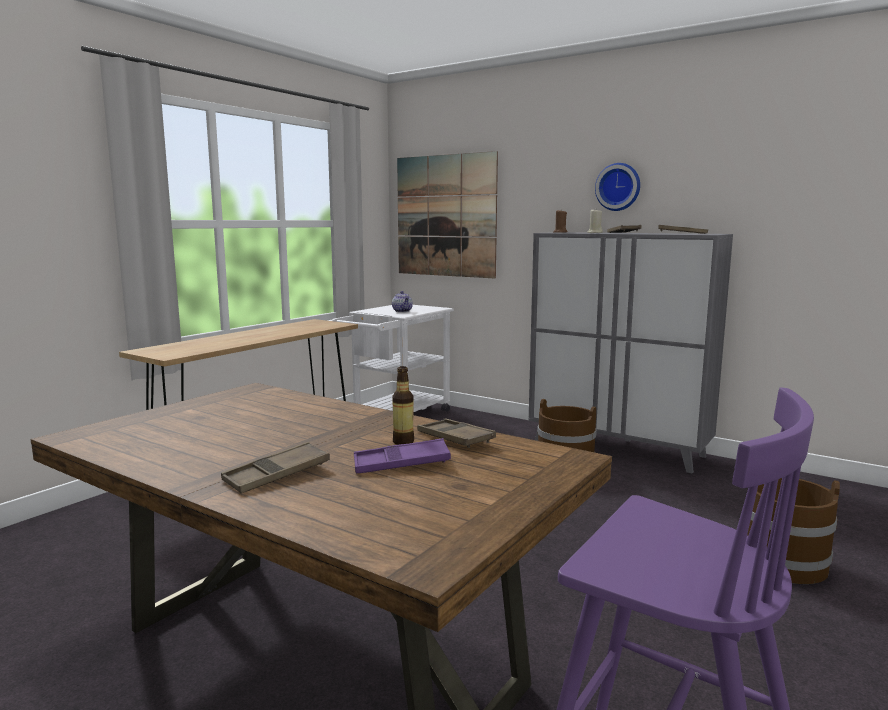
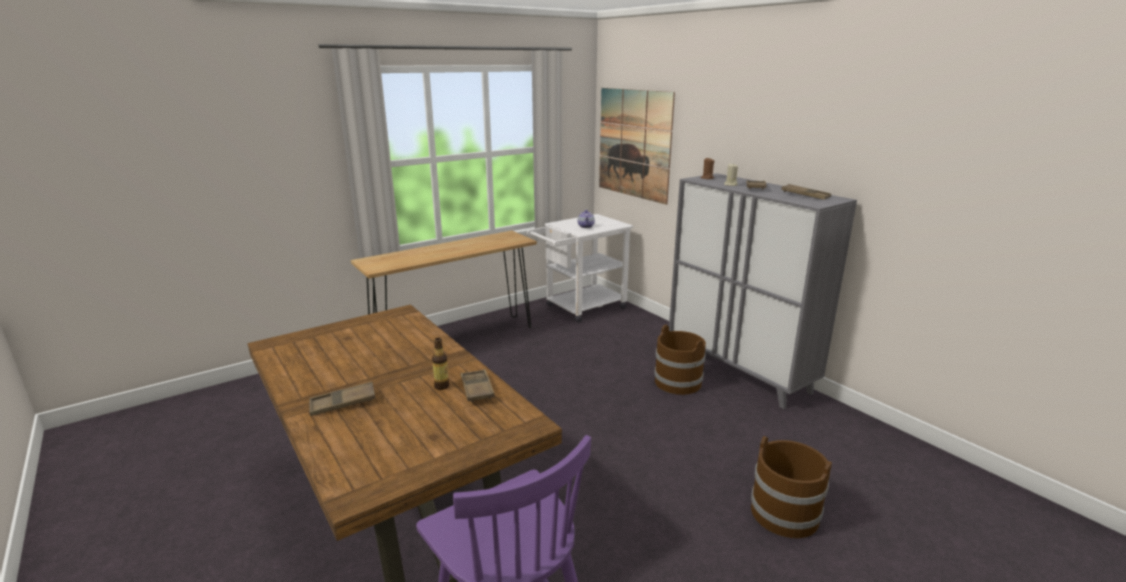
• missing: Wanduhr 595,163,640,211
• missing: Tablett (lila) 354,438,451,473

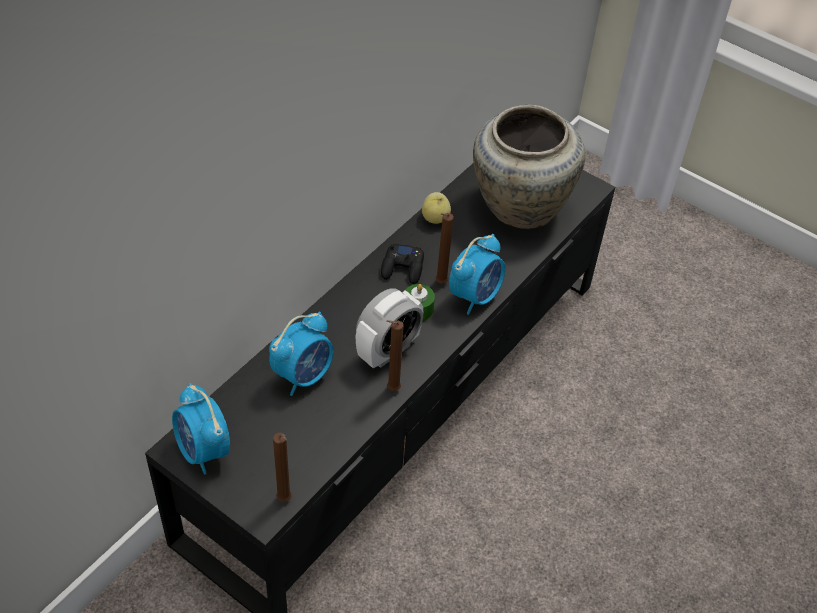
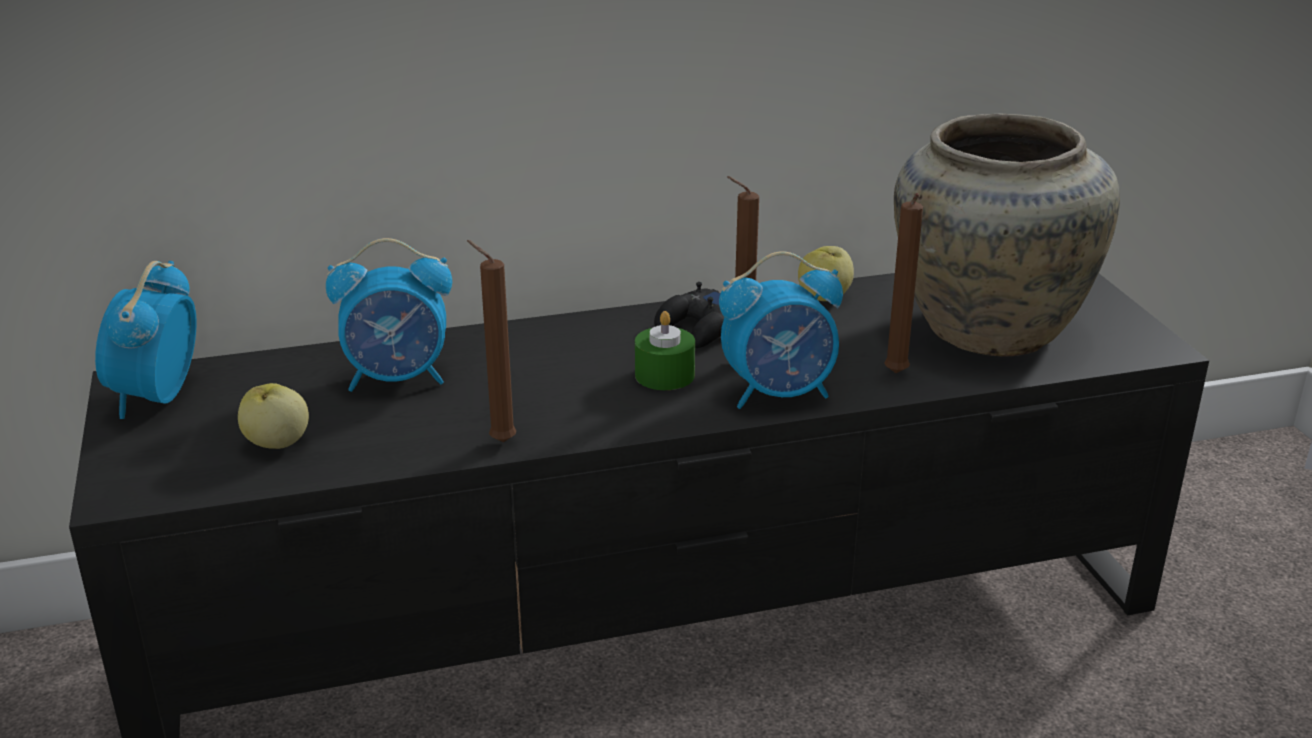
• missing: Wecker 356,289,423,368
• relocated: Kerze (braun) 273,433,292,502 to 884,193,923,373
• appeared: Apfel 238,383,309,449

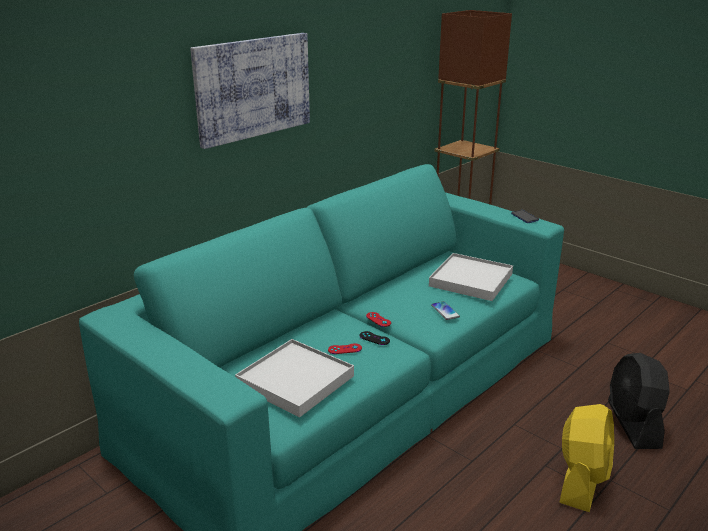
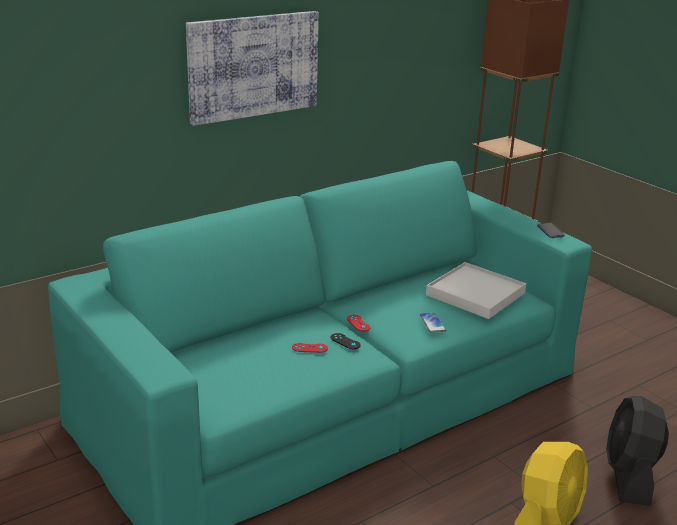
• missing: Tablett (weiß) 235,339,354,418

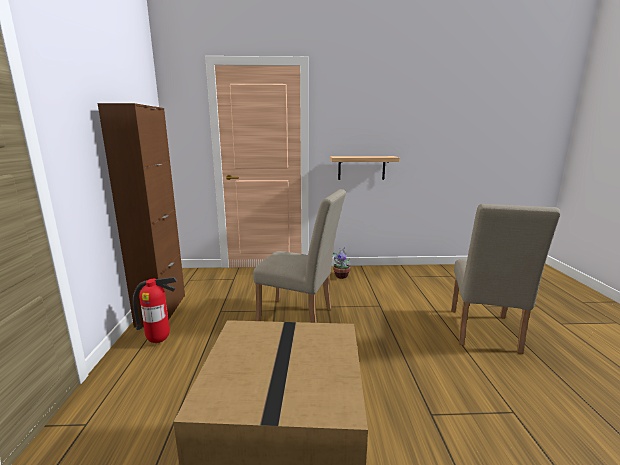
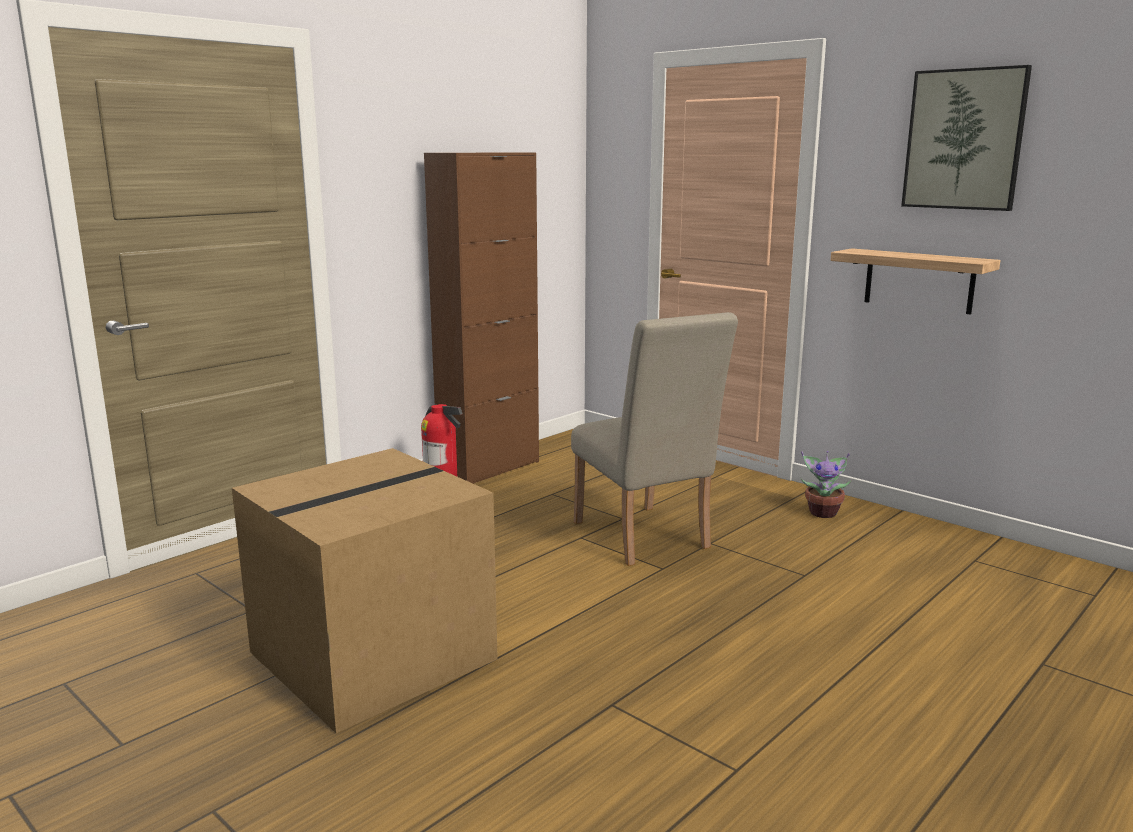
• missing: Stuhl (beige) 451,204,560,354
• appeared: Bild 901,65,1032,211

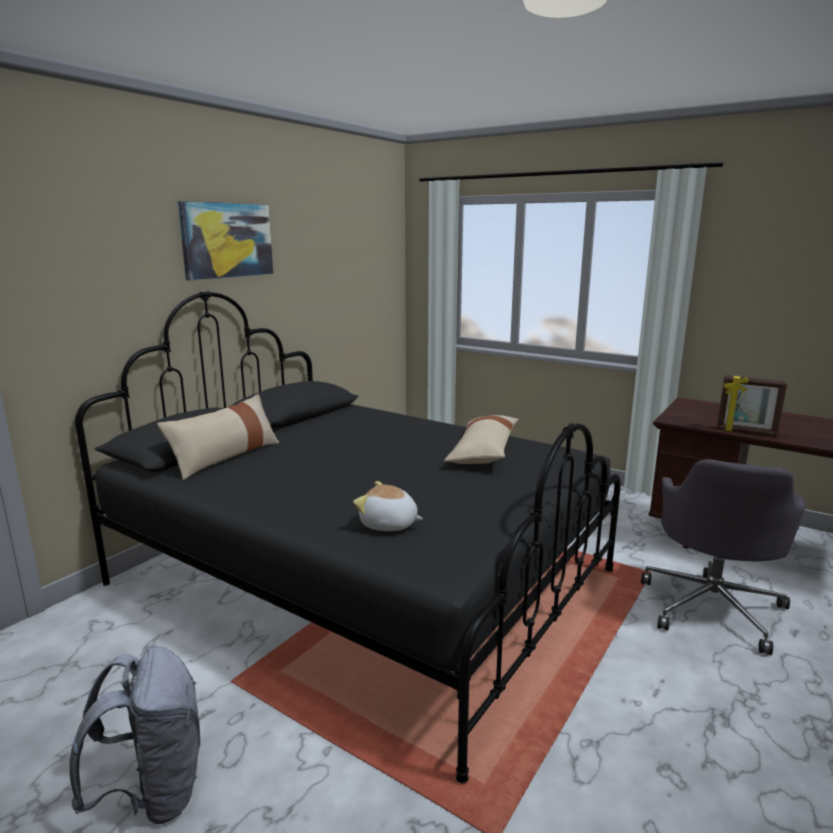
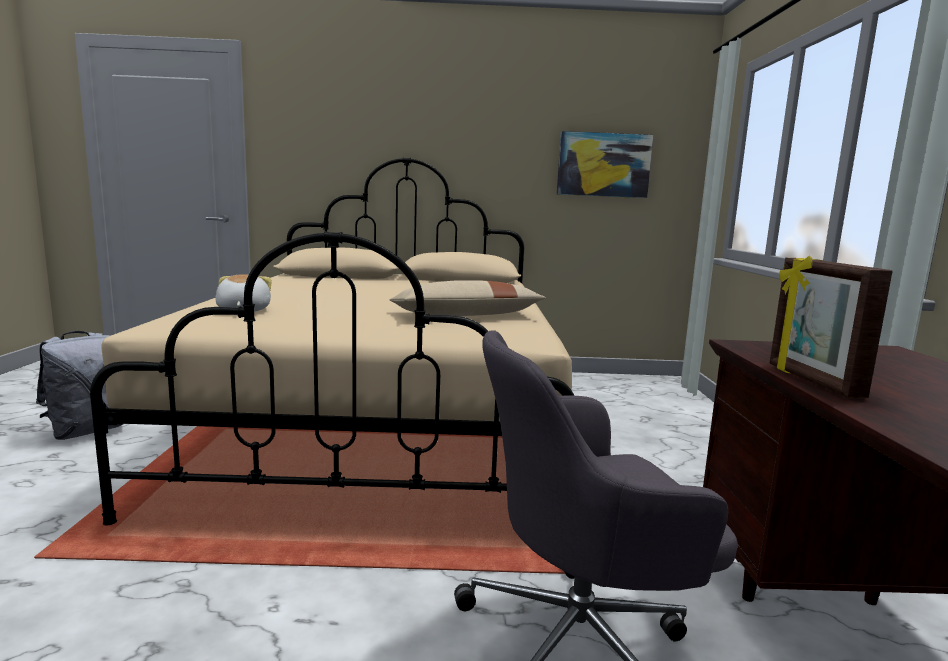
• relocated: Bild 178,201,273,280 to 557,131,653,198
• colour: Bett (schwarz) 75,291,621,783 to Bett (beige) 90,158,574,525
• missing: Kissen (beige) 157,394,280,480

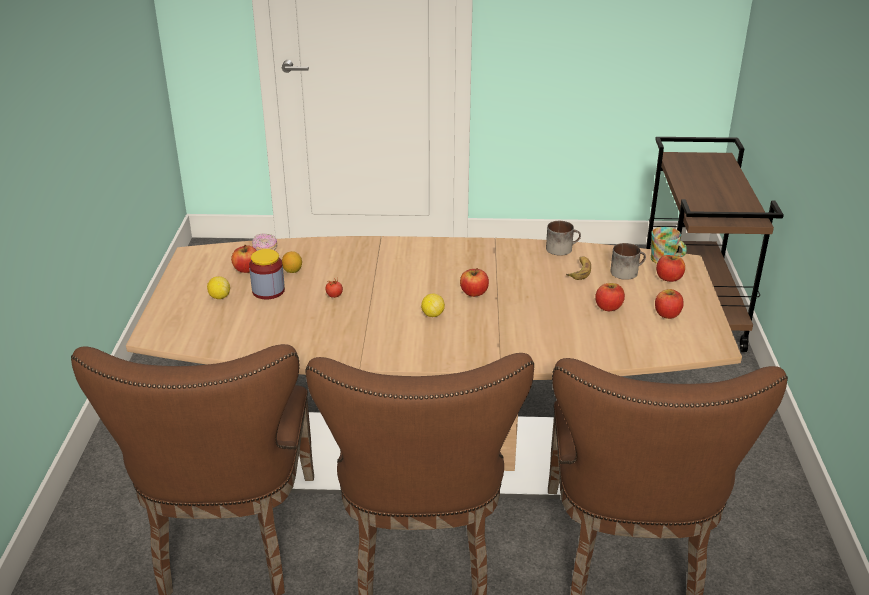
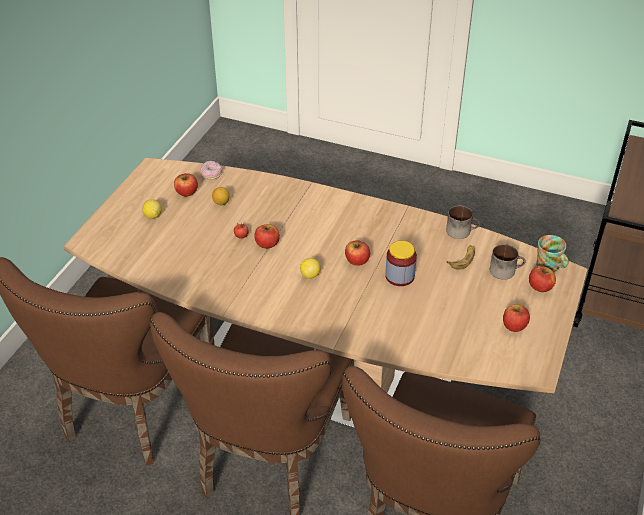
• relocated: Vorratsglas 249,249,285,299 to 385,241,417,286
• relocated: Apfel 595,283,625,311 to 254,224,280,248

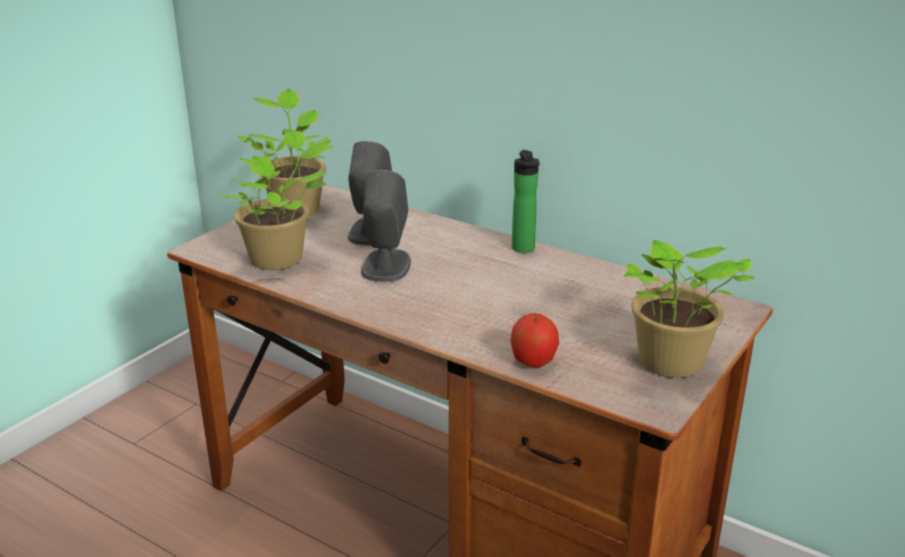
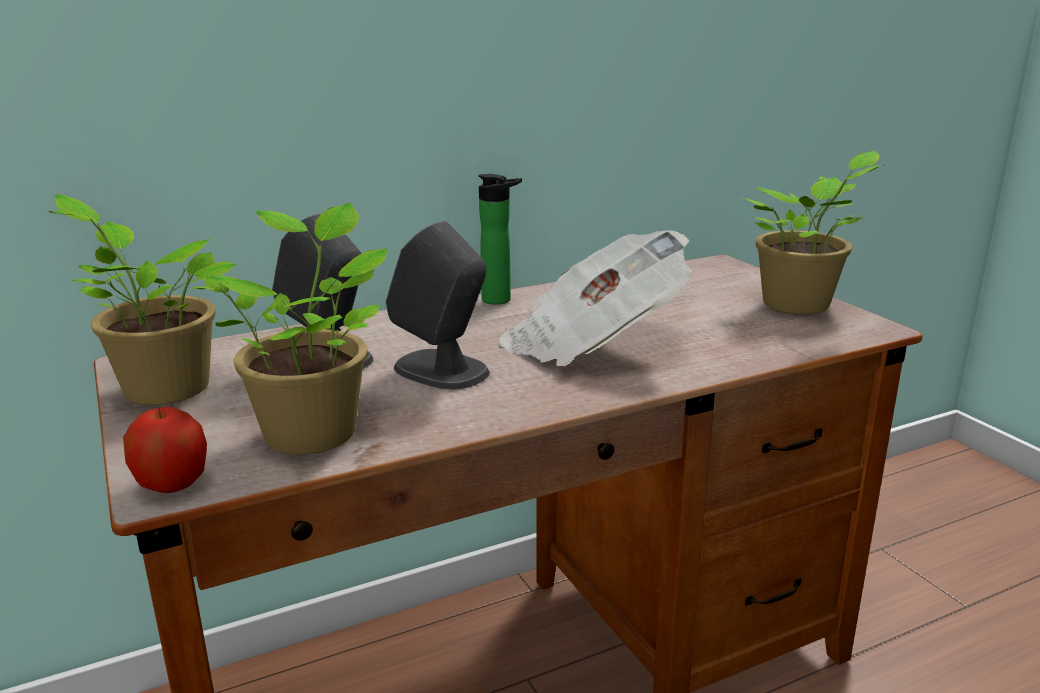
• relocated: Apfel 511,313,559,368 to 123,407,207,493
• appeared: Zeitung 499,230,692,366

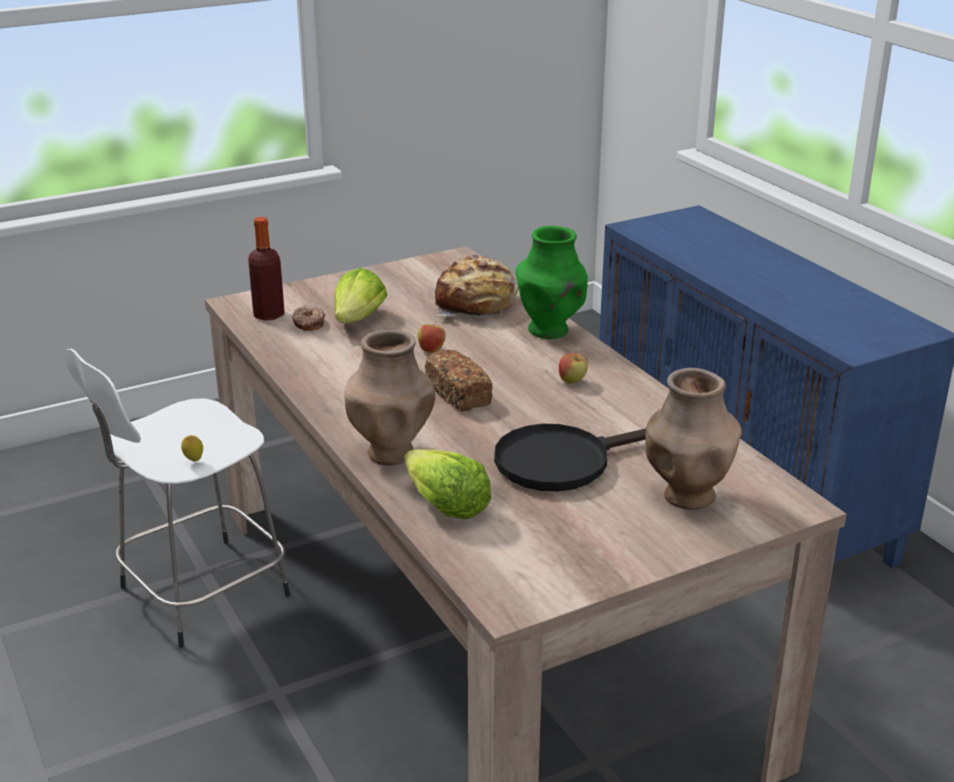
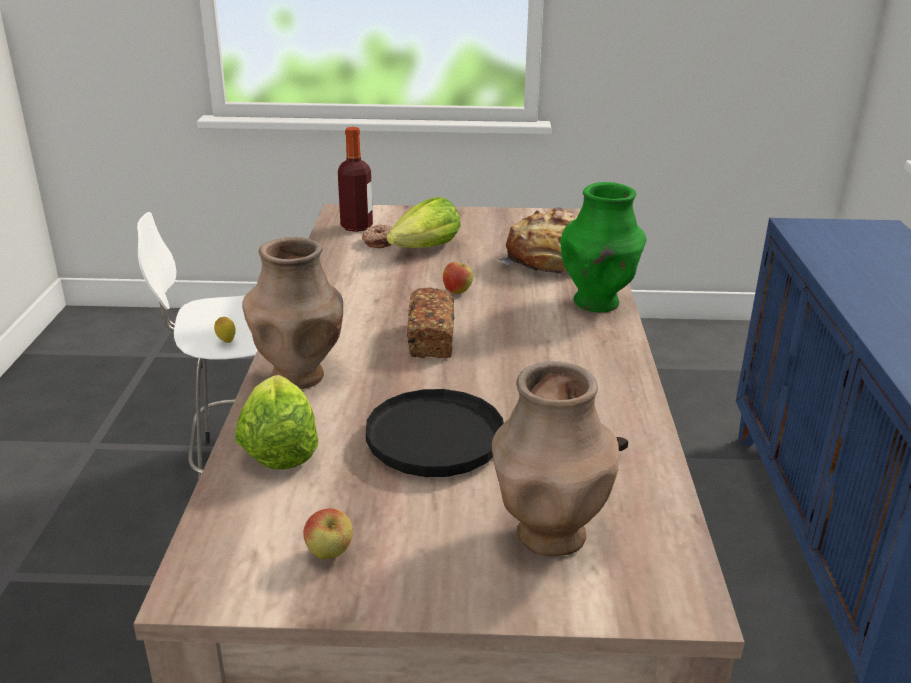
• relocated: Apfel 559,353,588,384 to 303,509,353,559

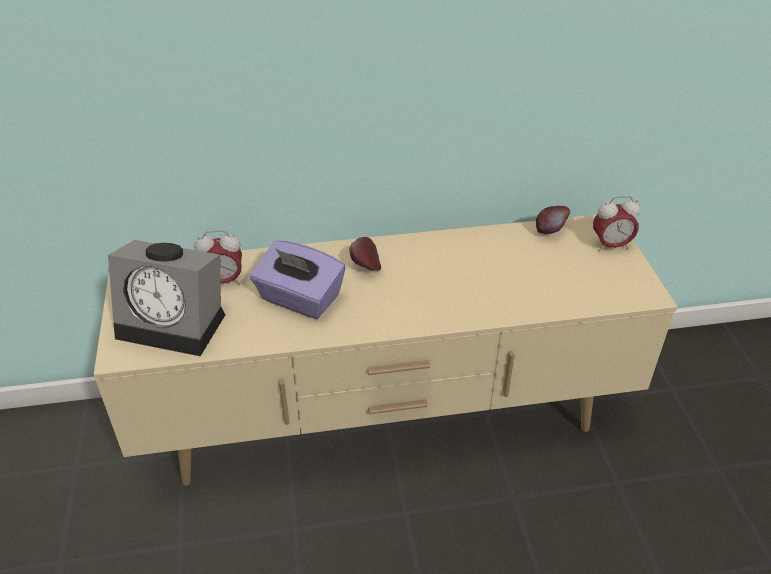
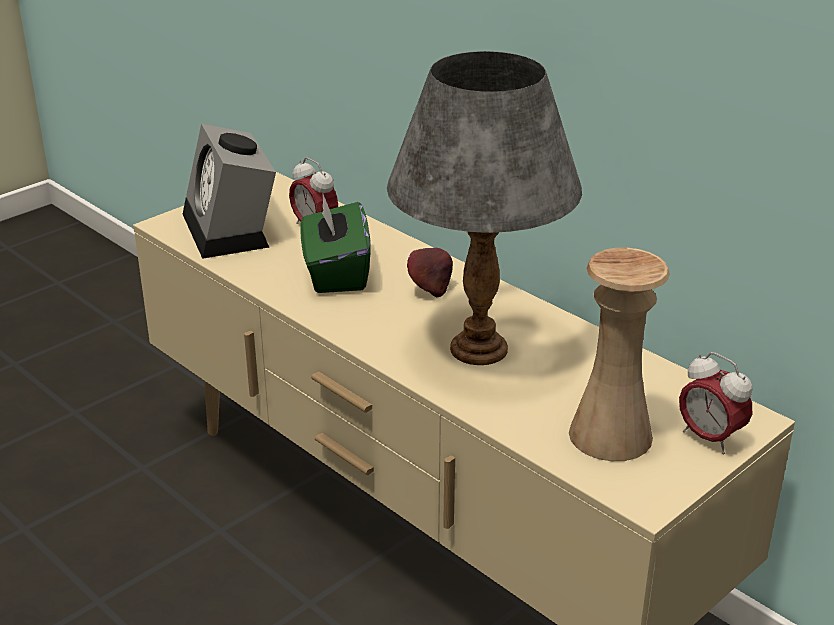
• missing: Apfel 536,206,570,234
• colour: Taschentuchbox (lila) 250,241,345,319 to Taschentuchbox (grün) 300,194,371,293
• appeared: Tischlampe (grau) 387,51,582,365
• appeared: Vase (beige) 569,248,670,461

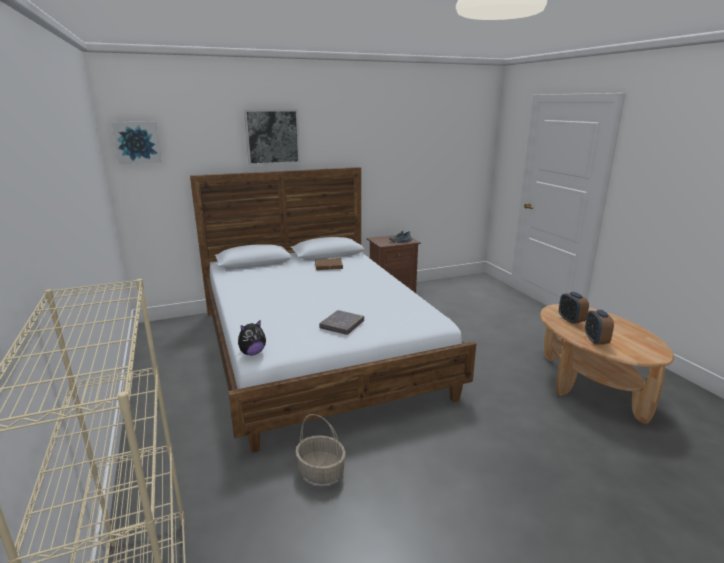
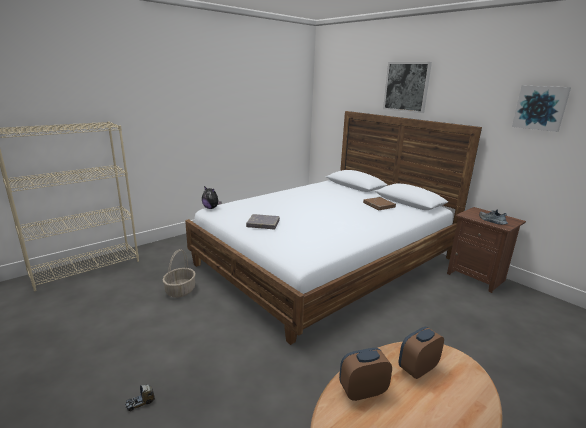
• relocated: Bild 111,122,162,164 to 512,85,571,132
• appeared: Spielzeuglaster 125,385,155,411

